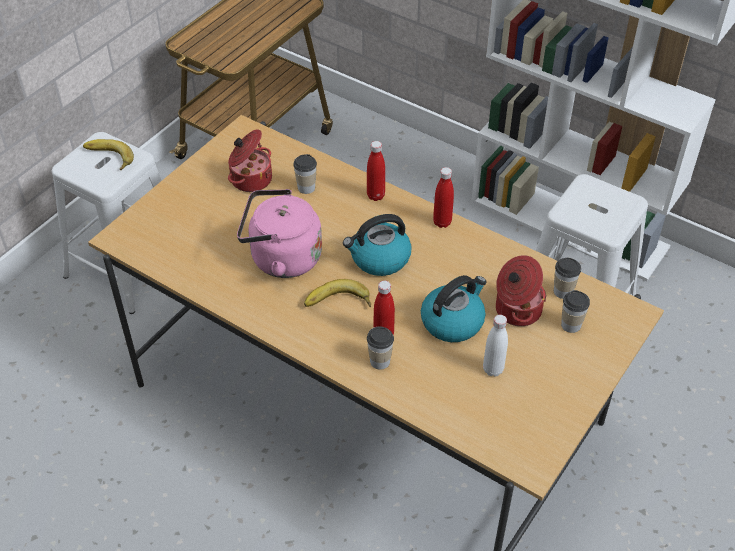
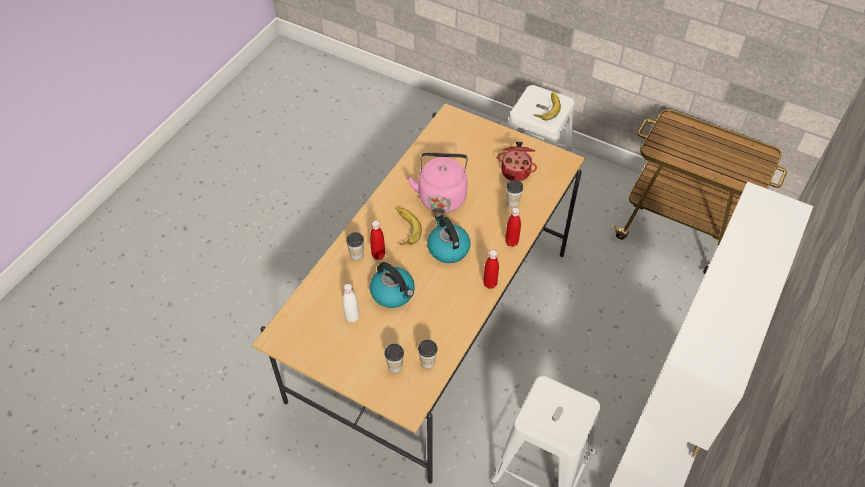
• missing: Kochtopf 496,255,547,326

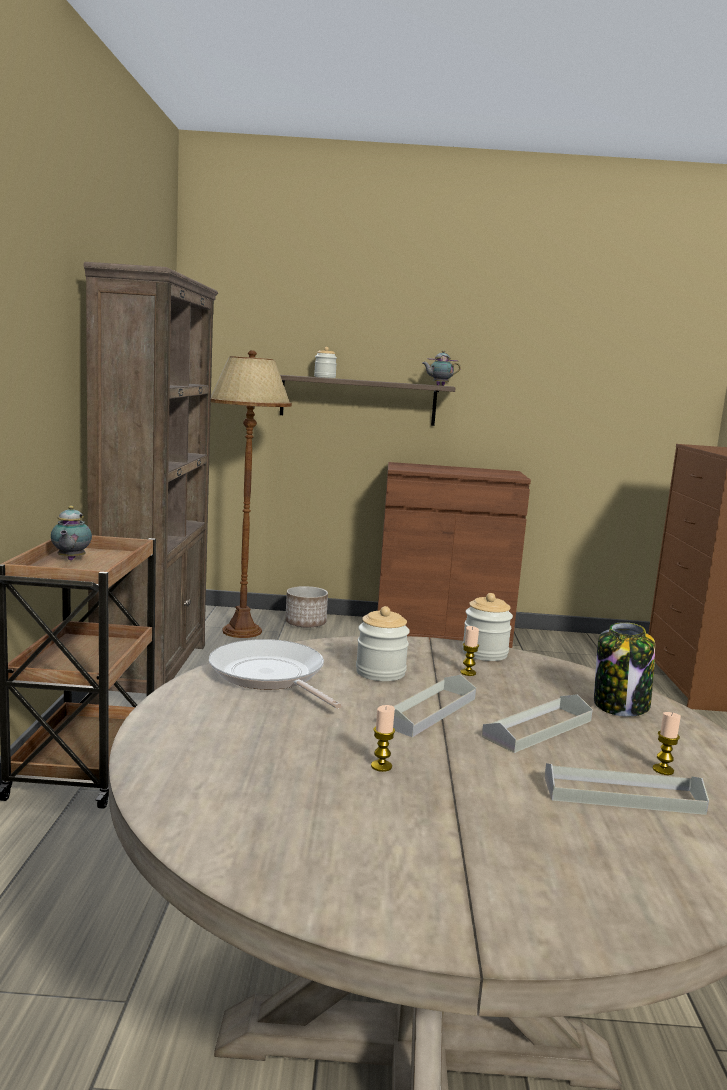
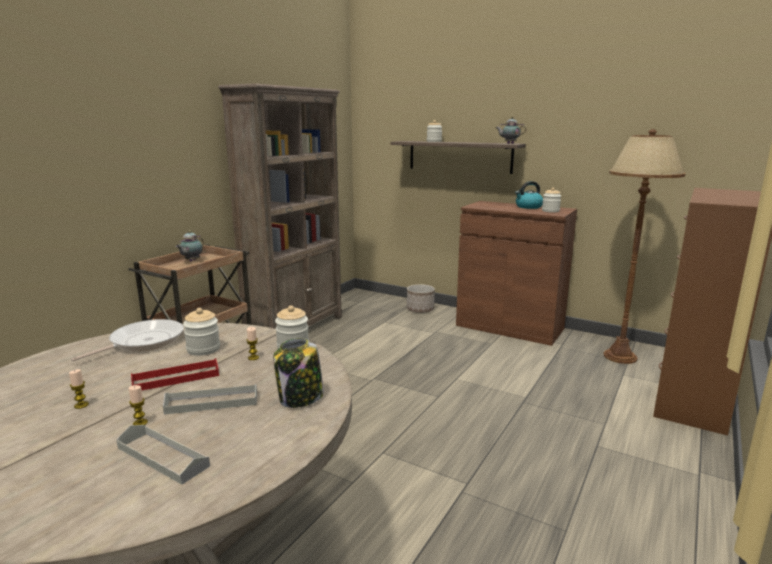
• relocated: Stehlampe (braun) 211,350,292,638 to 603,129,686,364
• spun: Pfanne 209,639,342,709 = 71,319,184,362 45 degrees clockwise
• colour: Tablett (grau) 393,675,476,737 to Tablett (rot) 131,358,219,390
• relocated: Kerze 653,712,681,775 to 129,385,148,425
• appeared: Wasserkessel 515,181,543,209
• appeared: Vorratsglas 542,188,561,212

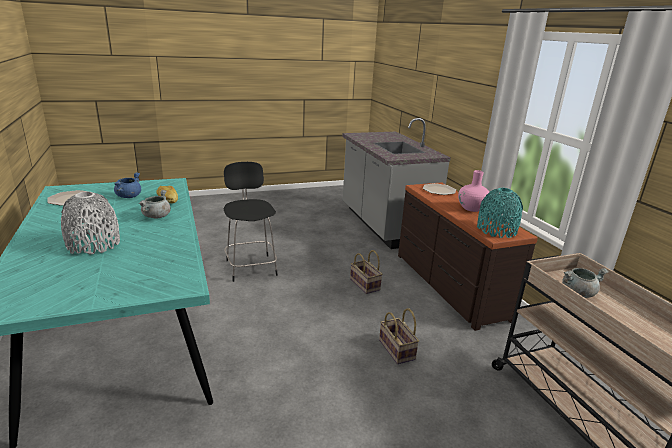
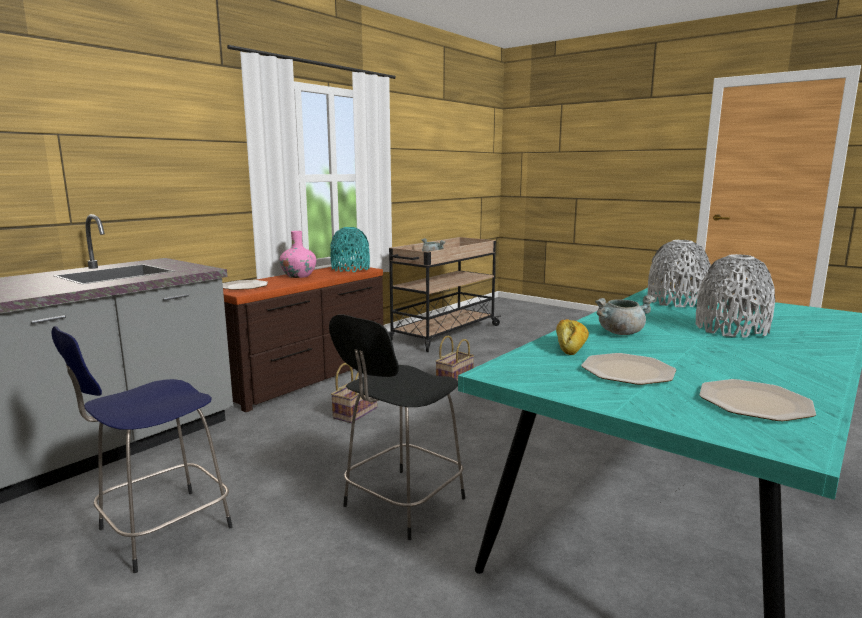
• exchanged: Kochtopf (blau) 114,172,141,198 to Teller 581,353,676,385
• appeared: Vase (grau) 648,240,711,307
• appeared: Hocker (blau) 51,326,233,573

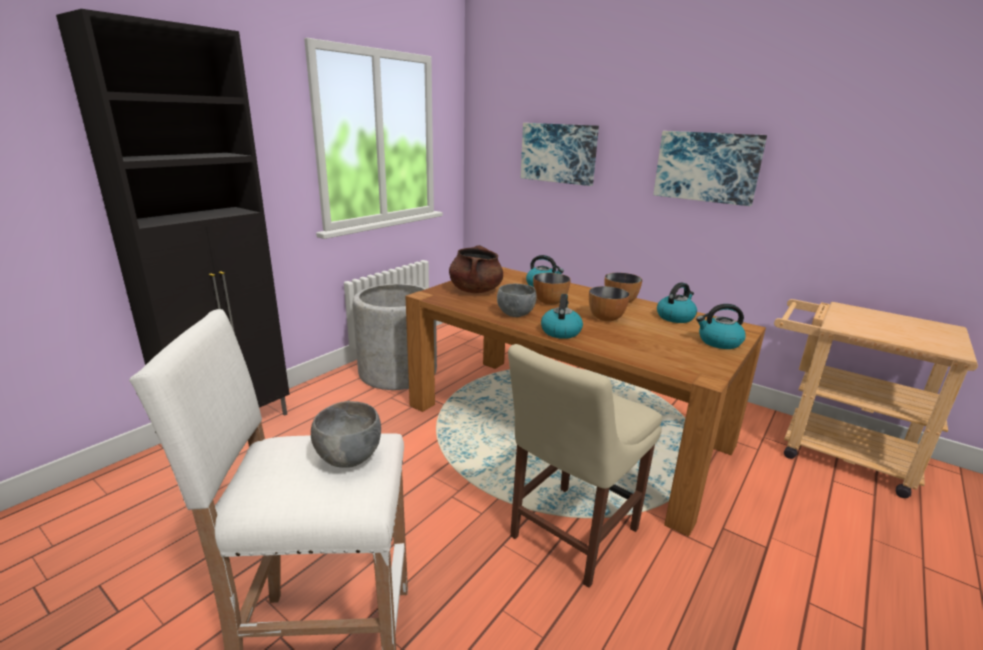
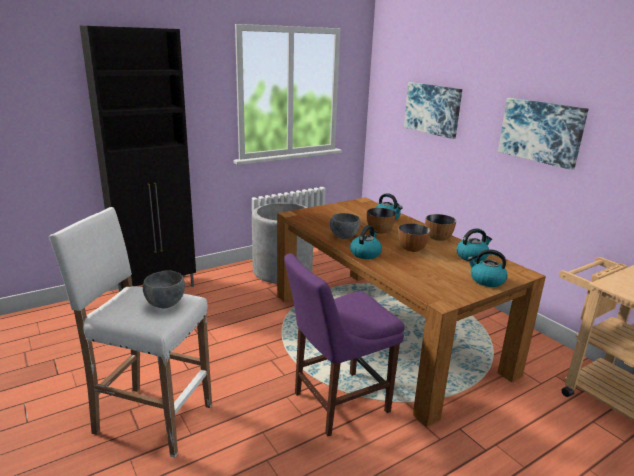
• missing: Kochtopf (braun) 449,245,503,293
• colour: Stuhl (beige) 508,344,662,588 to Stuhl (lila) 284,253,405,436

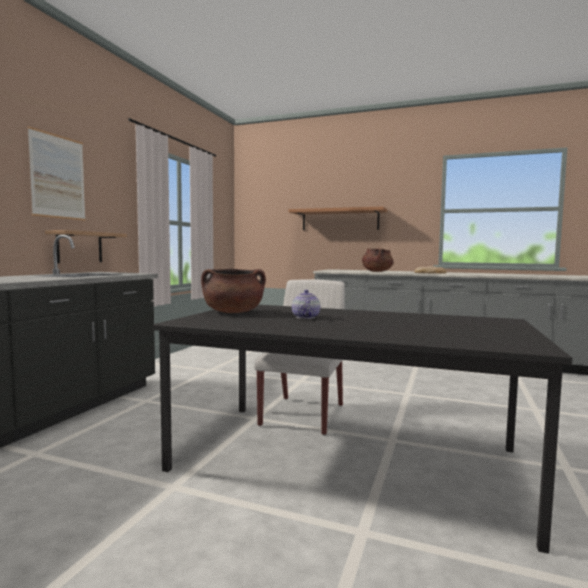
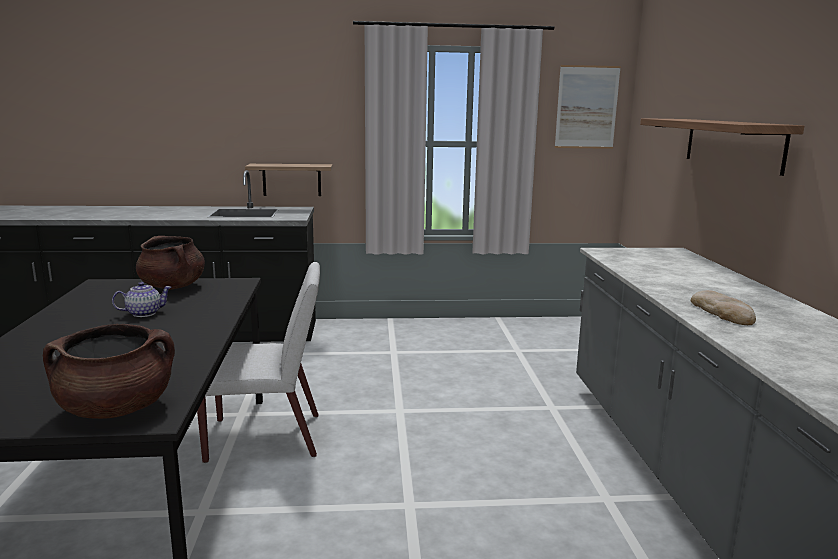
• relocated: Bild 28,126,86,221 to 555,65,621,149
• relocated: Kochtopf (braun) 362,248,394,272 to 43,324,175,419

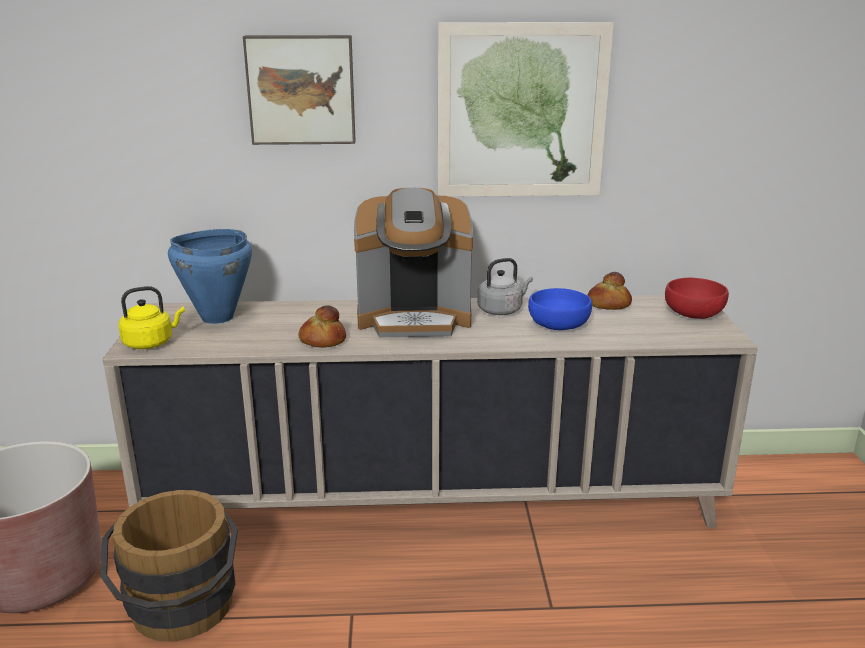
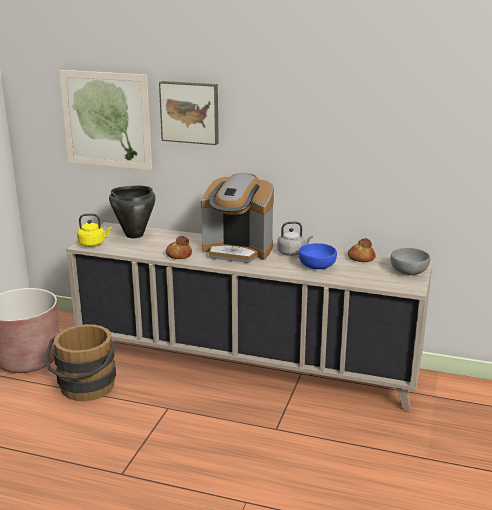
• relocated: Bild 438,22,614,197 to 59,70,152,170
• colour: Kochtopf (blau) 168,229,252,324 to Kochtopf (schwarz) 109,186,156,238
• colour: Schüssel (rot) 665,278,729,319 to Schüssel (grau) 390,248,430,275

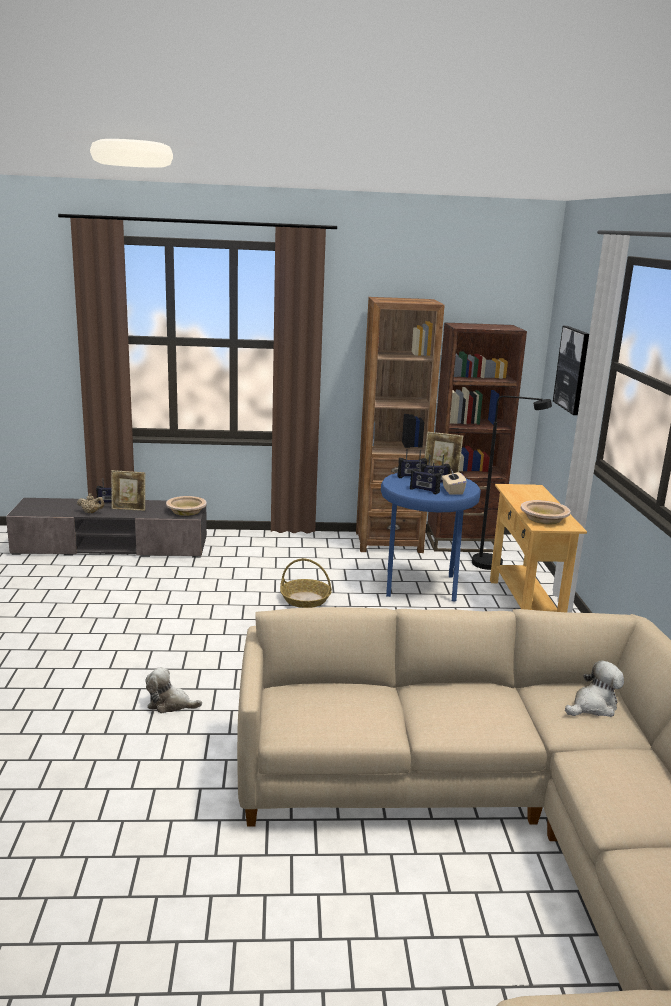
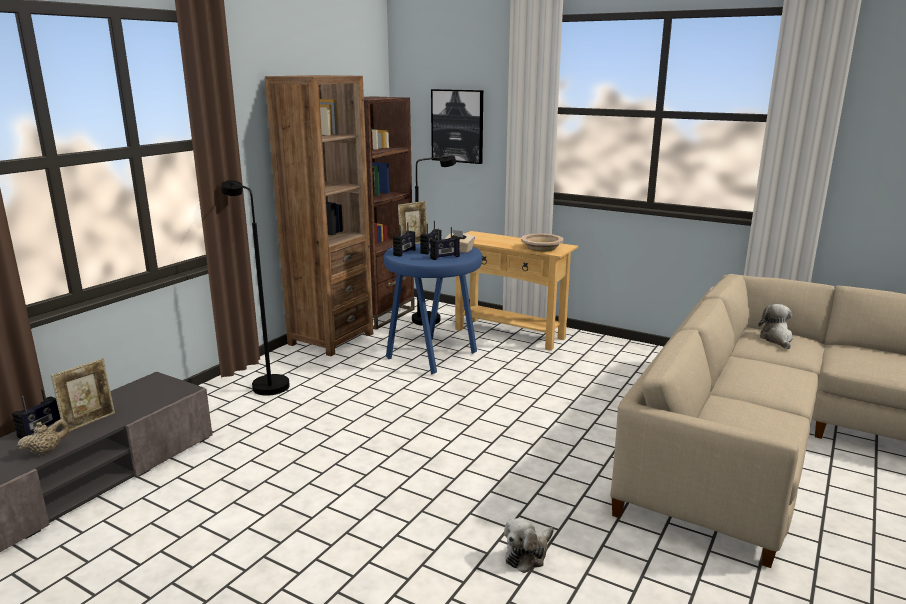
• missing: Schüssel (beige) 166,496,207,516
• missing: Korb 280,558,332,608
• appeared: Stehlampe (schwarz) 221,180,290,396

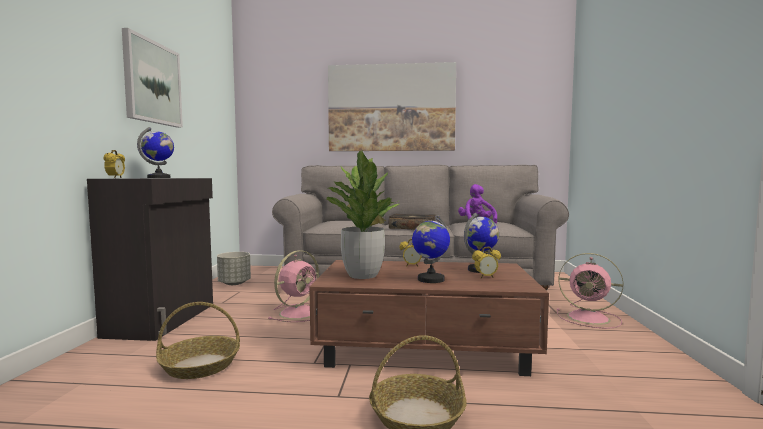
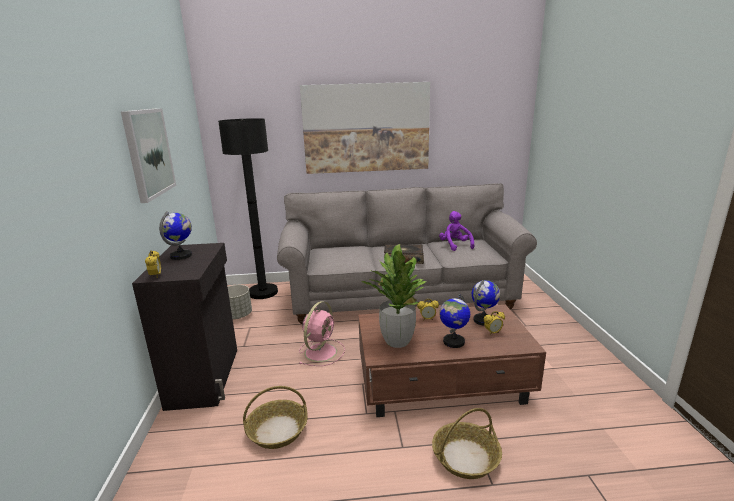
• missing: Ventilator (rosa) 557,253,623,329
• appeared: Stehlampe (schwarz) 218,118,278,299

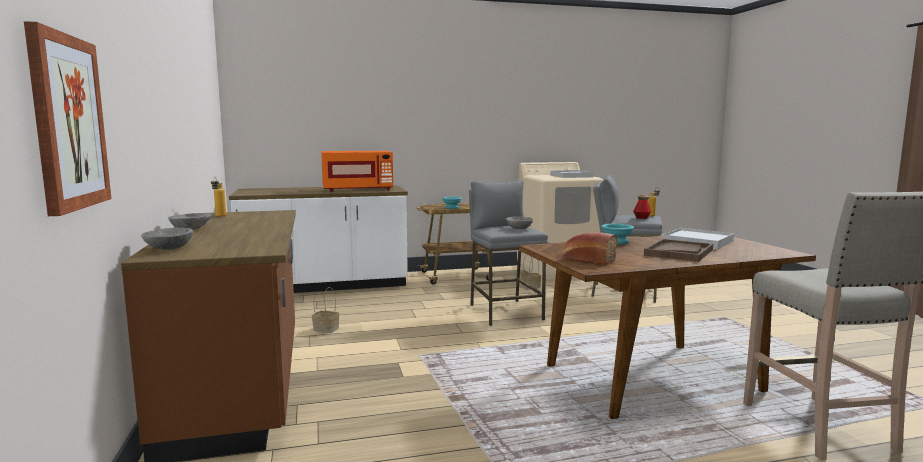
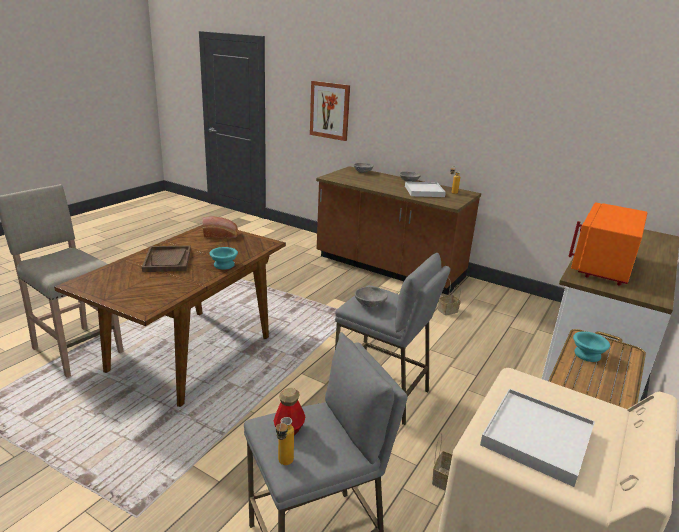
• relocated: Tablett (weiß) 662,228,734,250 to 405,181,446,197

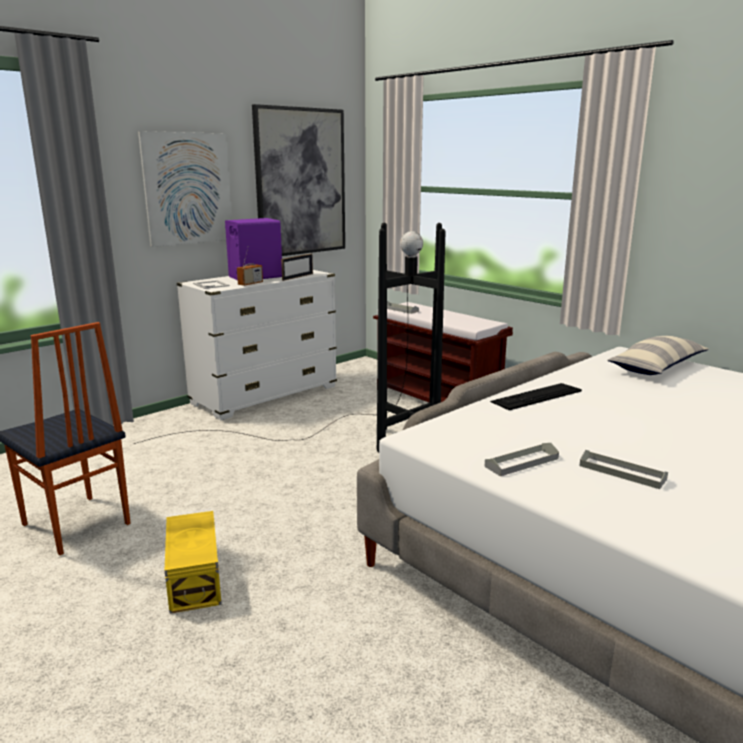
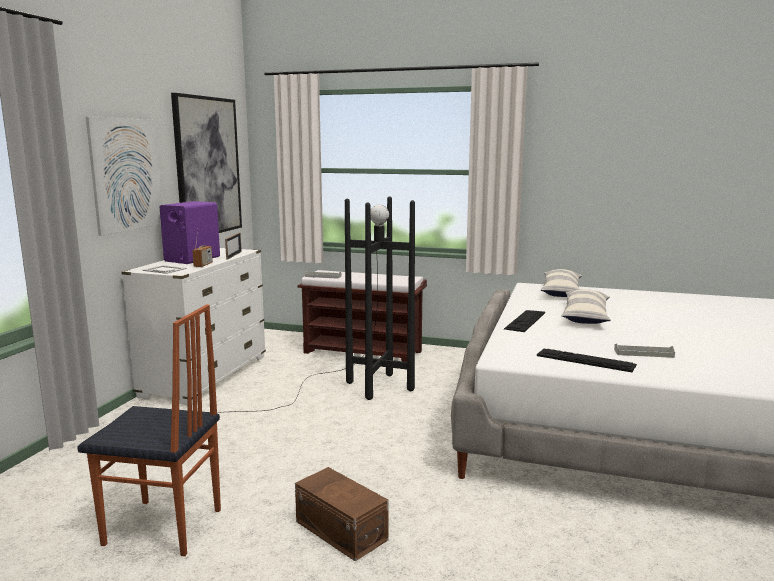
• exchanged: Tablett (grau) 484,443,559,476 to Tastatur 537,349,637,372
• colour: Aufbewahrungsbox (gelb) 164,511,222,614 to Aufbewahrungsbox (braun) 295,467,388,561
• appeared: Kissen 561,289,611,324

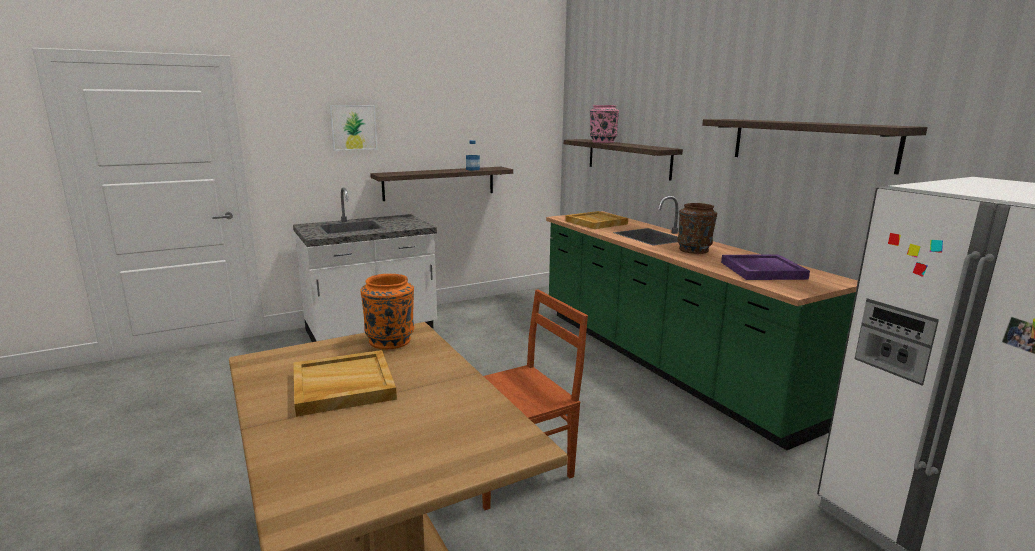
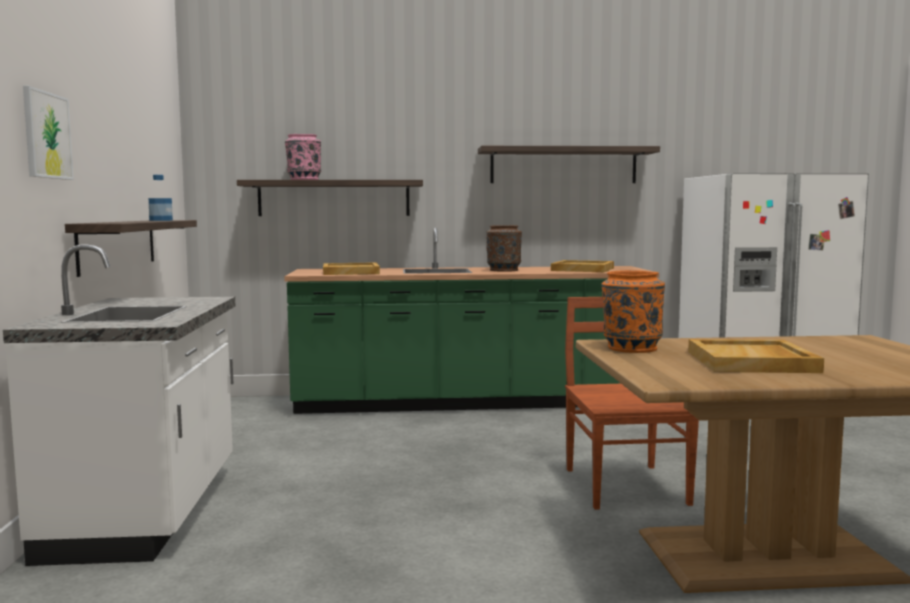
• colour: Tablett (lila) 721,254,810,280 to Tablett (beige) 551,260,614,272

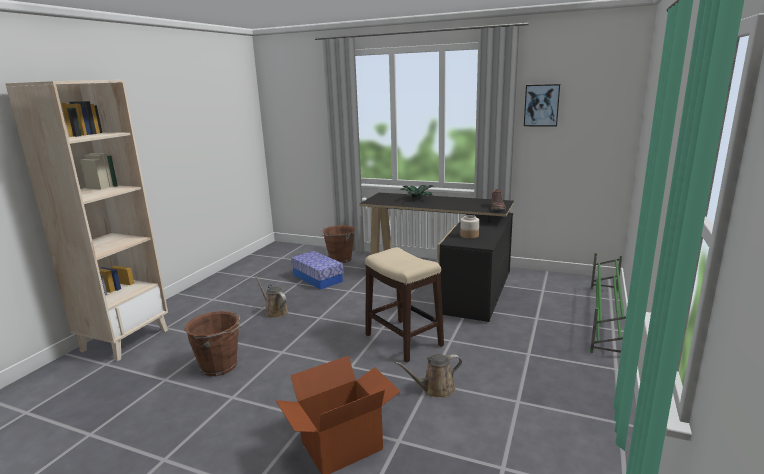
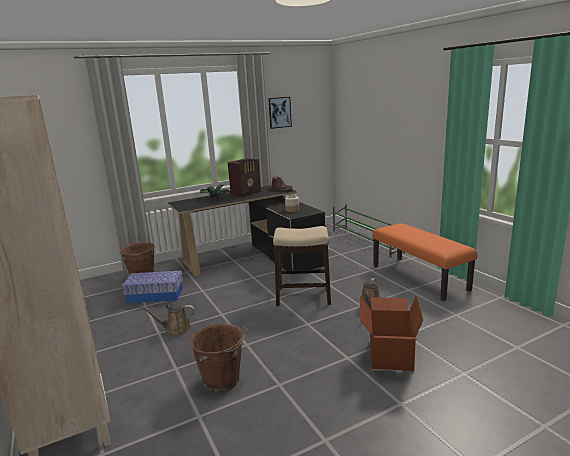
• appeared: Radio 228,158,261,197
• appeared: Bank (orange) 372,223,477,301

